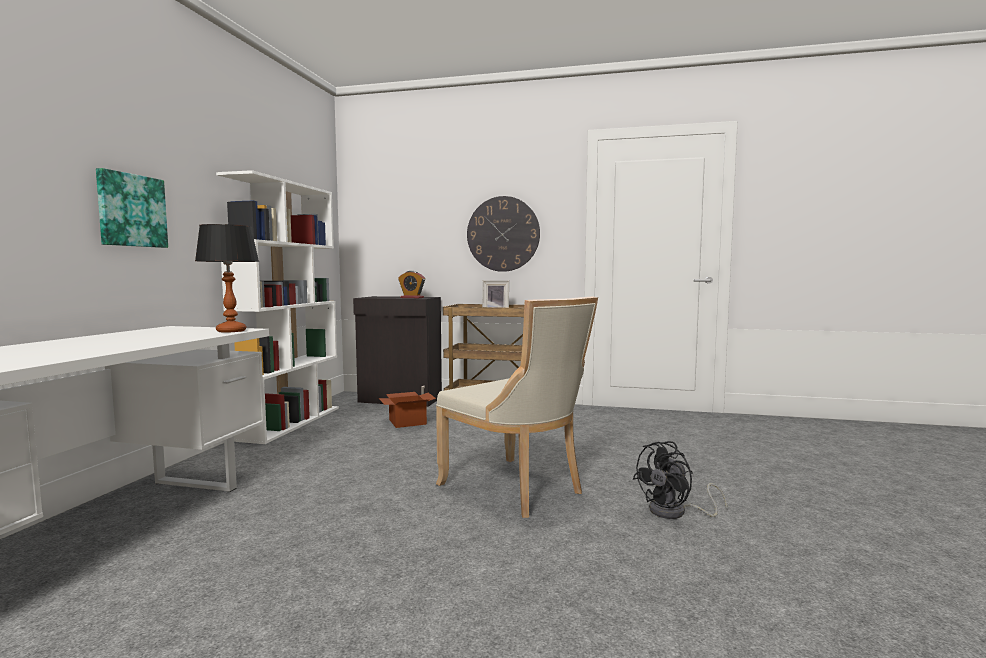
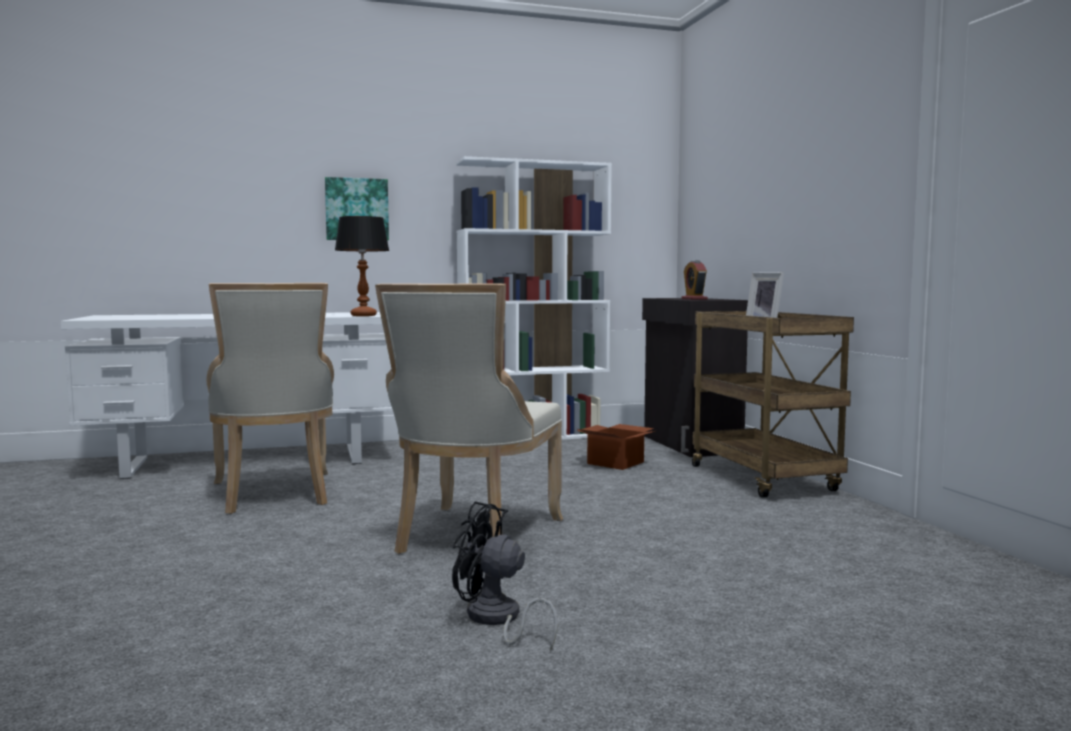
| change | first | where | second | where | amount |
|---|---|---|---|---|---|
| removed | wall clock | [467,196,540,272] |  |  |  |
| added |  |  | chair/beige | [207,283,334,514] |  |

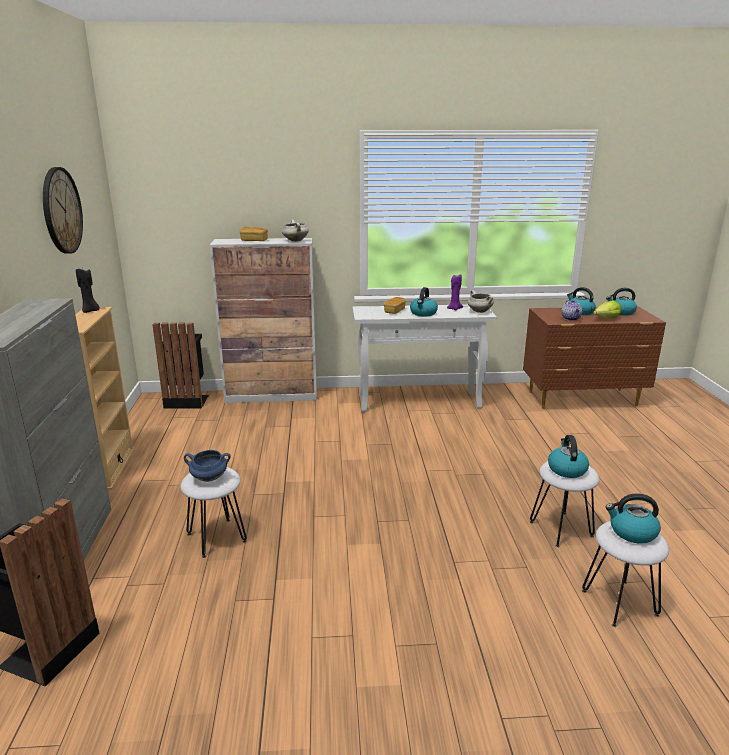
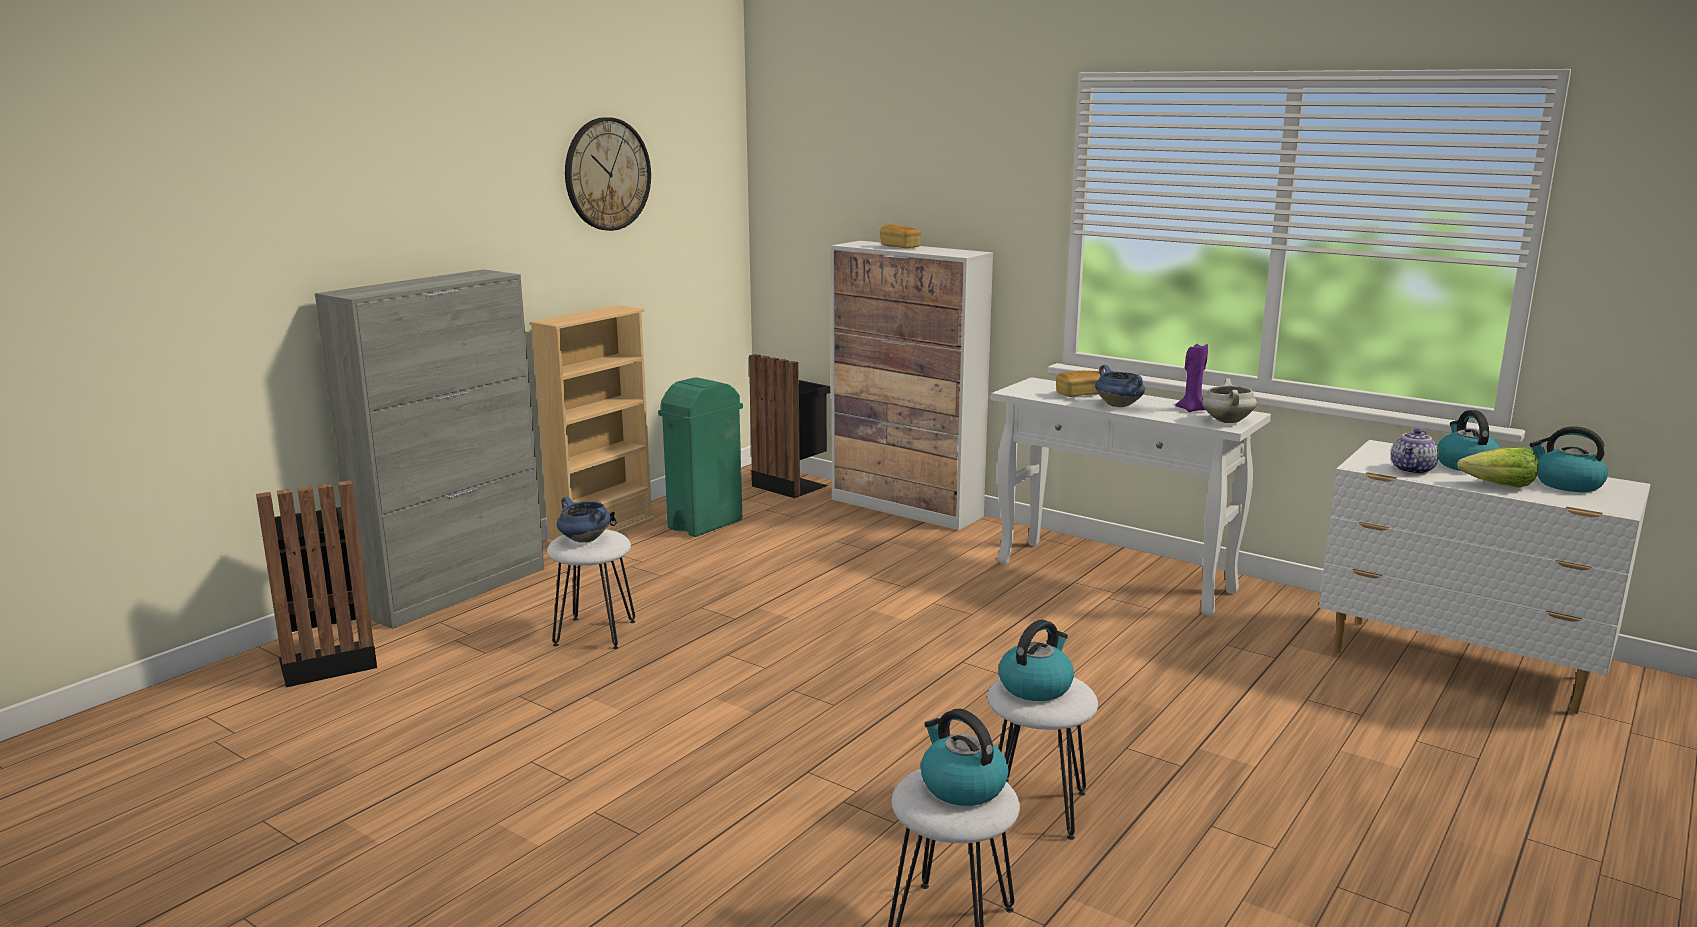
| change | first | where | second | where | amount |
|---|---|---|---|---|---|
| removed | candle/black | [76,267,100,313] |  |  |  |
| removed | cooking pot/white | [282,219,309,242] |  |  |  |
| added |  |  | trash can/green | [658,377,743,537] |  |
| replaced | kettle | [410,287,438,317] | cooking pot/blue | [1095,365,1145,407] |  |
| recoloured | dresser/brown | [523,306,666,409] | dresser/white | [1319,440,1651,714] |  |

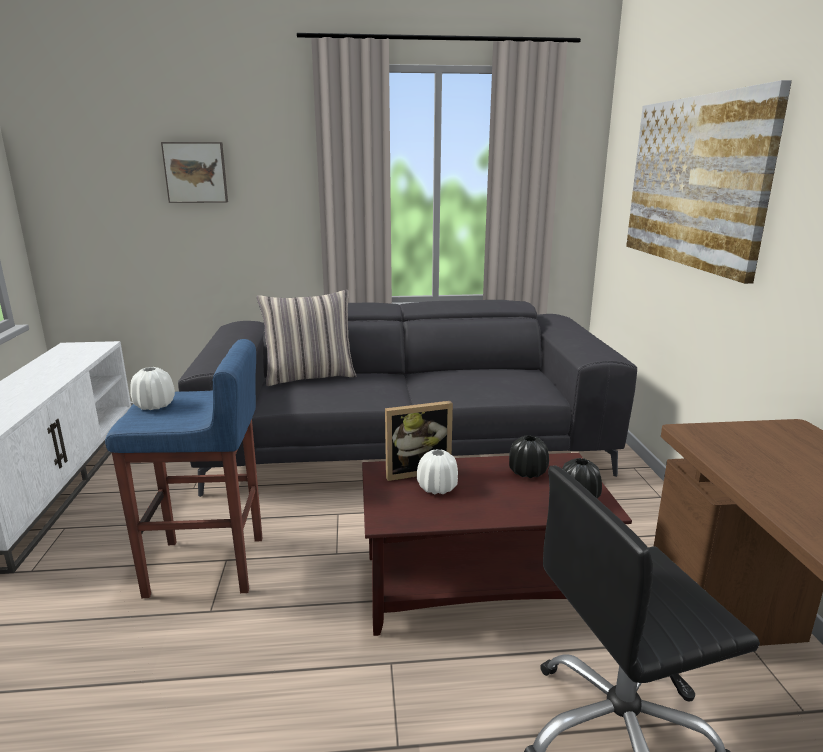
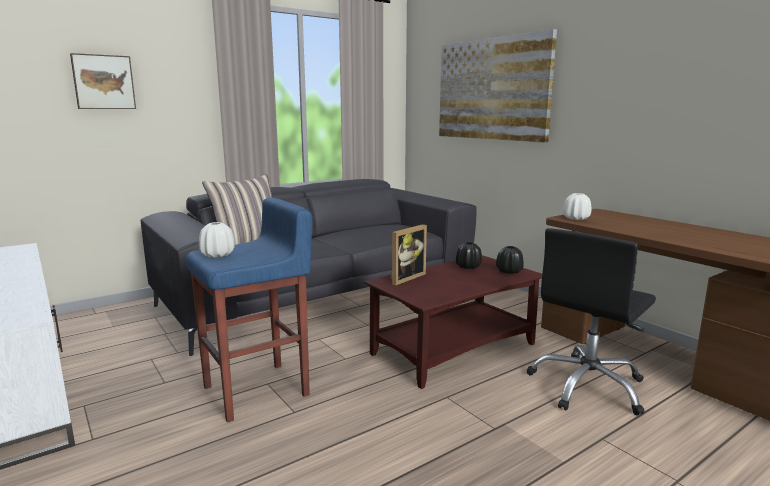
| change | first | where | second | where | amount |
|---|---|---|---|---|---|
| moved | vase/white | [417,449,458,494] |  | [563,193,591,220] |  |

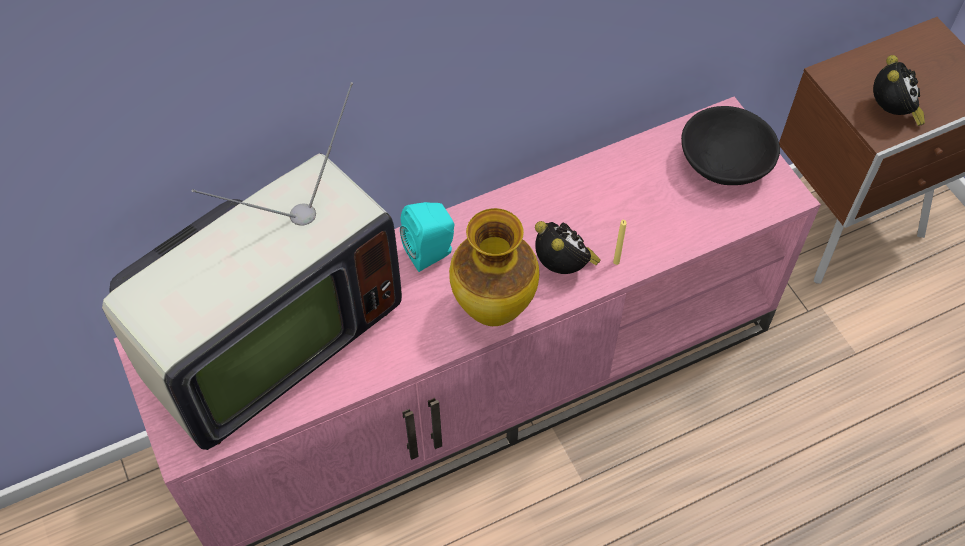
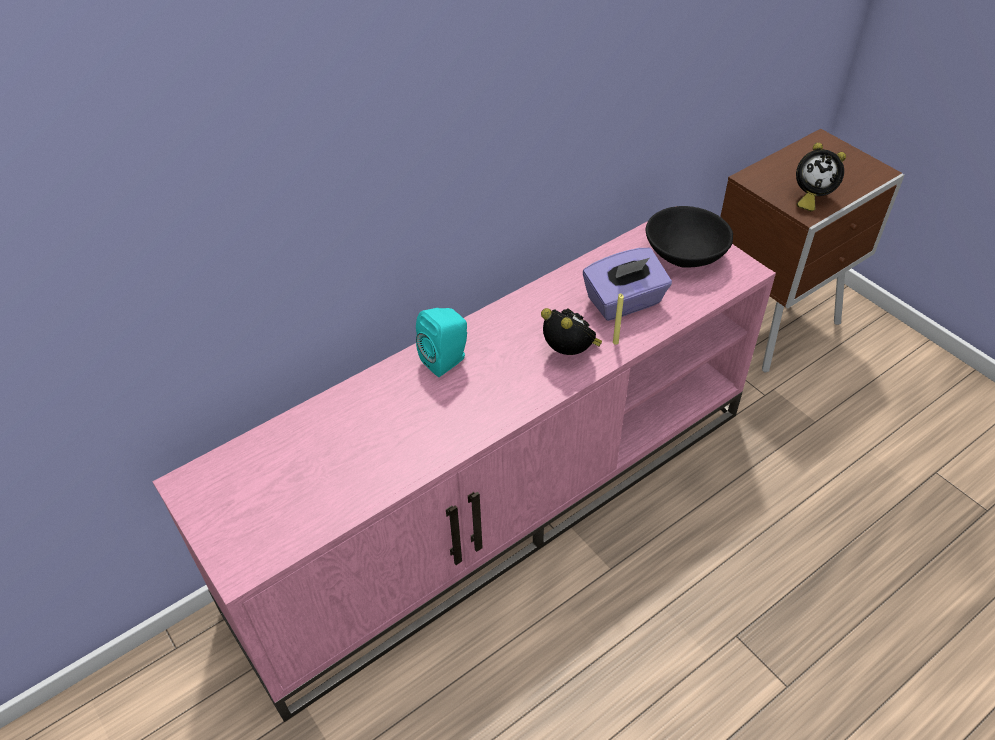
| change | first | where | second | where | amount |
|---|---|---|---|---|---|
| removed | television | [102,82,402,450] |  |  |  |
| removed | vase | [449,208,539,326] |  |  |  |
| added |  |  | tissue box/purple | [583,248,672,321] |  |
| turned | alarm clock | [873,55,925,126] |  | [796,143,846,211] | 105 degrees clockwise |

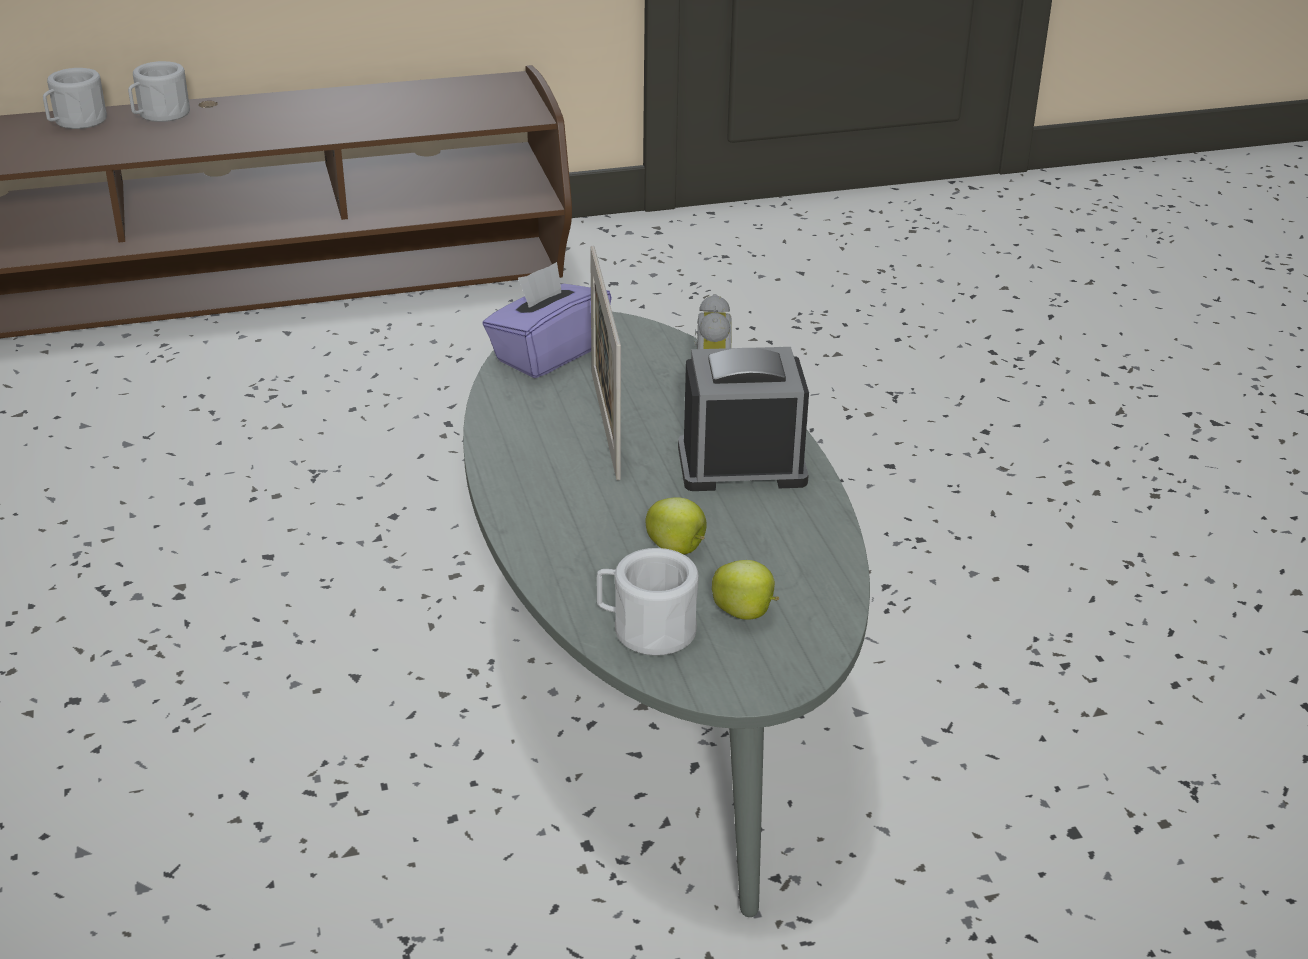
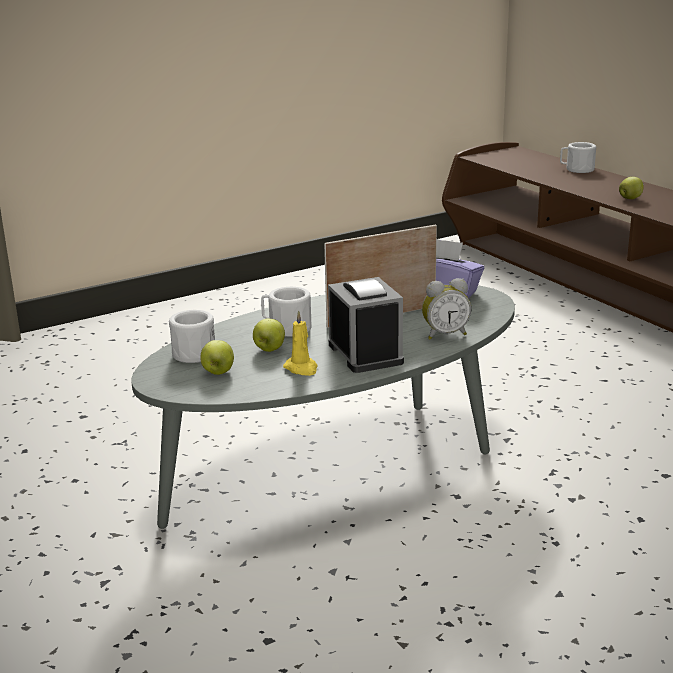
| change | first | where | second | where | amount |
|---|---|---|---|---|---|
| added |  |  | candle/yellow | [283,310,318,376] |  |
| added |  |  | apple | [619,177,643,199] |  |
| moved | mug/white | [128,61,190,122] |  | [261,287,312,337] |  |

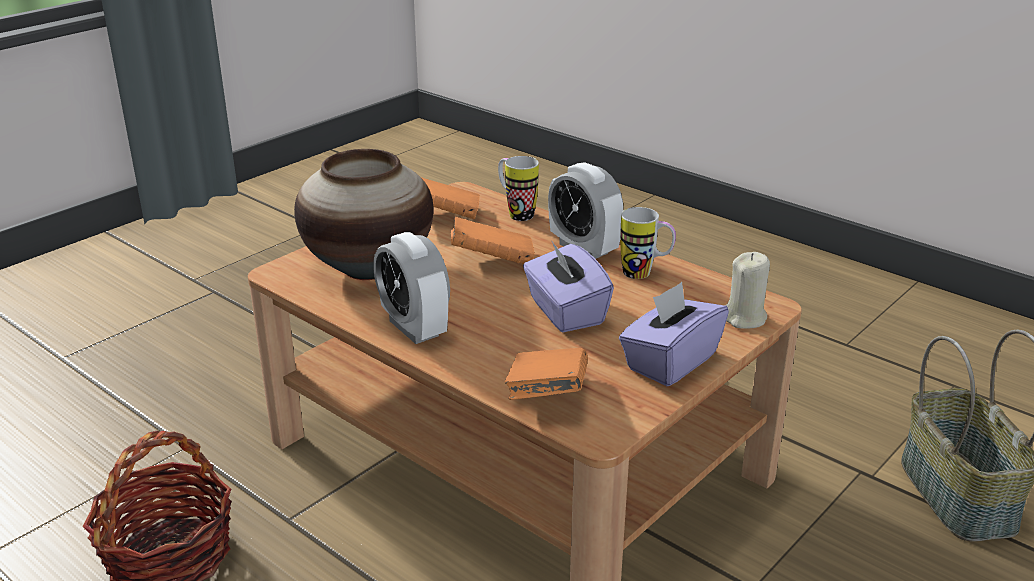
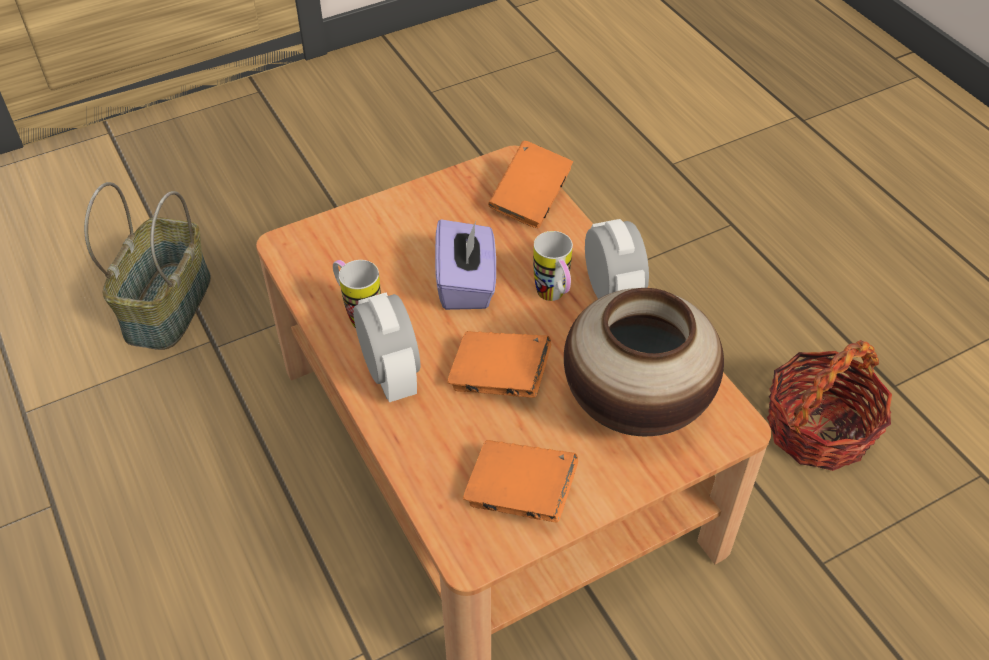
| change | first | where | second | where | amount |
|---|---|---|---|---|---|
| removed | tissue box/purple | [619,282,729,386] |  |  |  |
| removed | candle/beige | [726,252,770,329] |  |  |  |
| moved | mug | [498,156,539,221] |  | [533,231,573,301] |  |

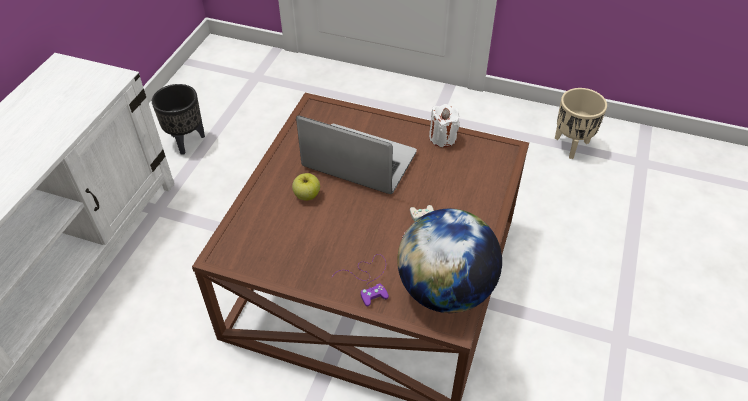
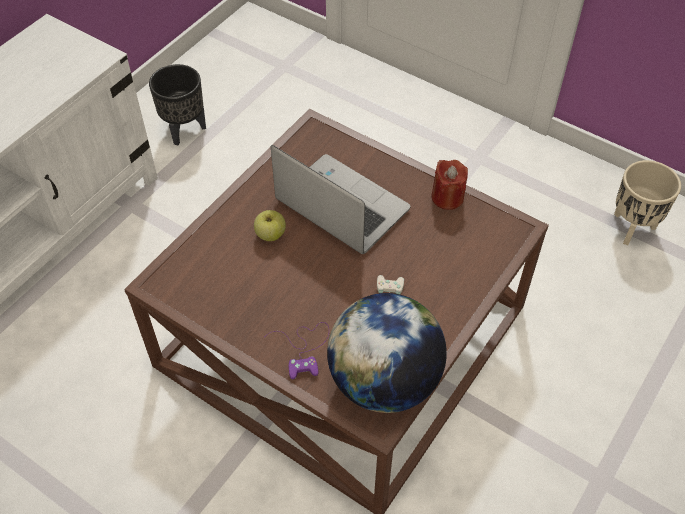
| change | first | where | second | where | amount |
|---|---|---|---|---|---|
| recoloured | candle/white | [429,104,460,147] | candle/red | [431,160,468,210] |  |

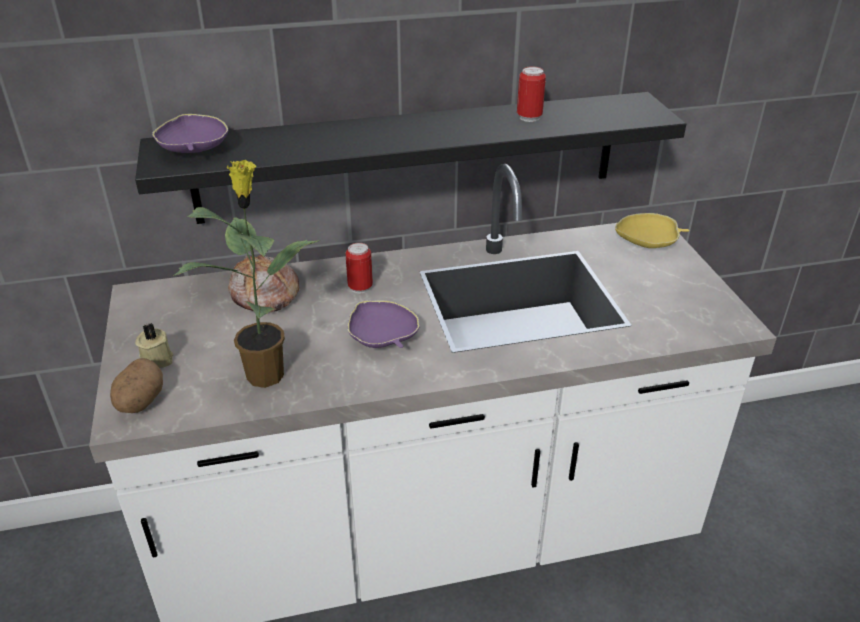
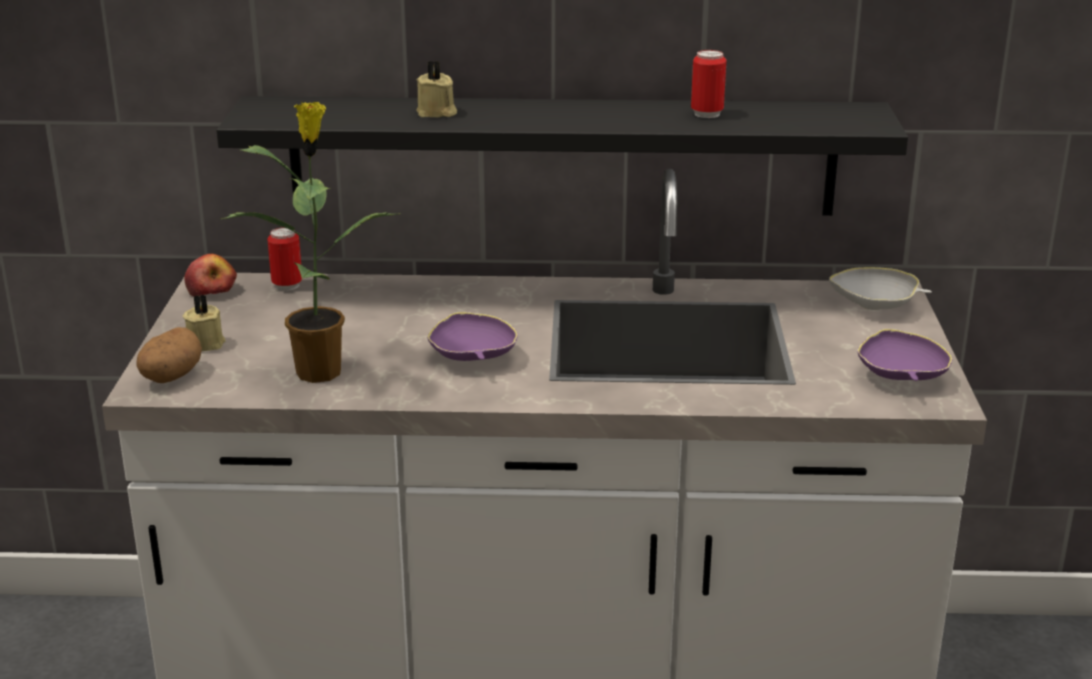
| change | first | where | second | where | amount |
|---|---|---|---|---|---|
| removed | bread | [228,255,299,312] |  |  |  |
| added |  |  | apple | [184,254,237,296] |  |
| added |  |  | candle/beige | [417,61,457,117] |  |
| moved | bowl/purple | [152,114,228,153] |  | [857,329,953,381] |  |
| moved | can | [346,243,373,294] |  | [267,227,303,291] |  |
| recoloured | bowl/yellow | [615,213,690,248] | bowl/white | [829,267,932,310] |  |

